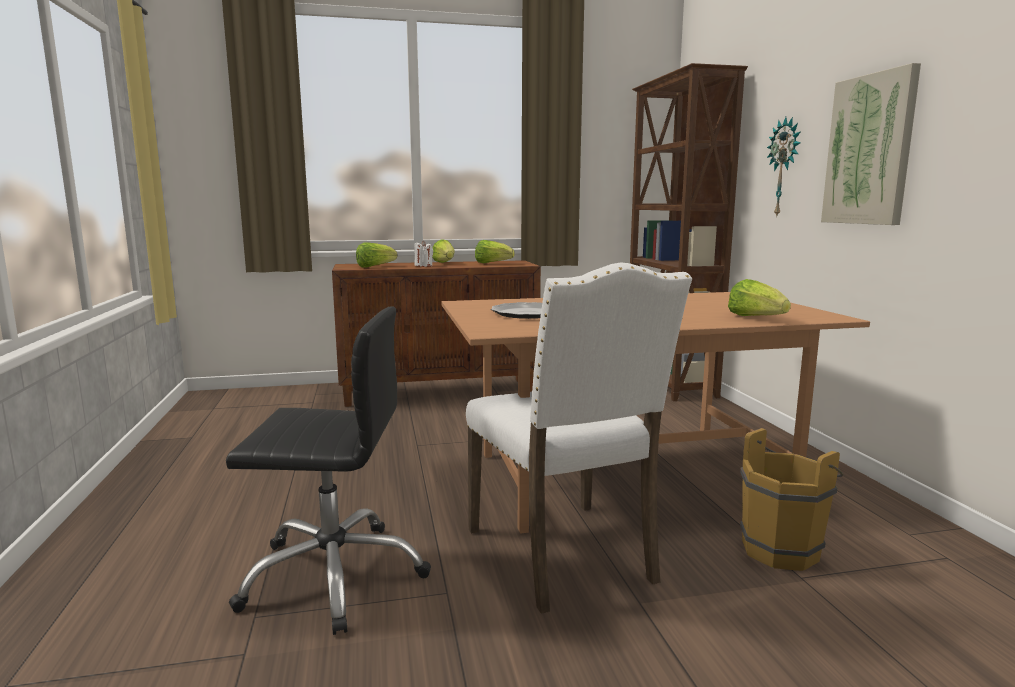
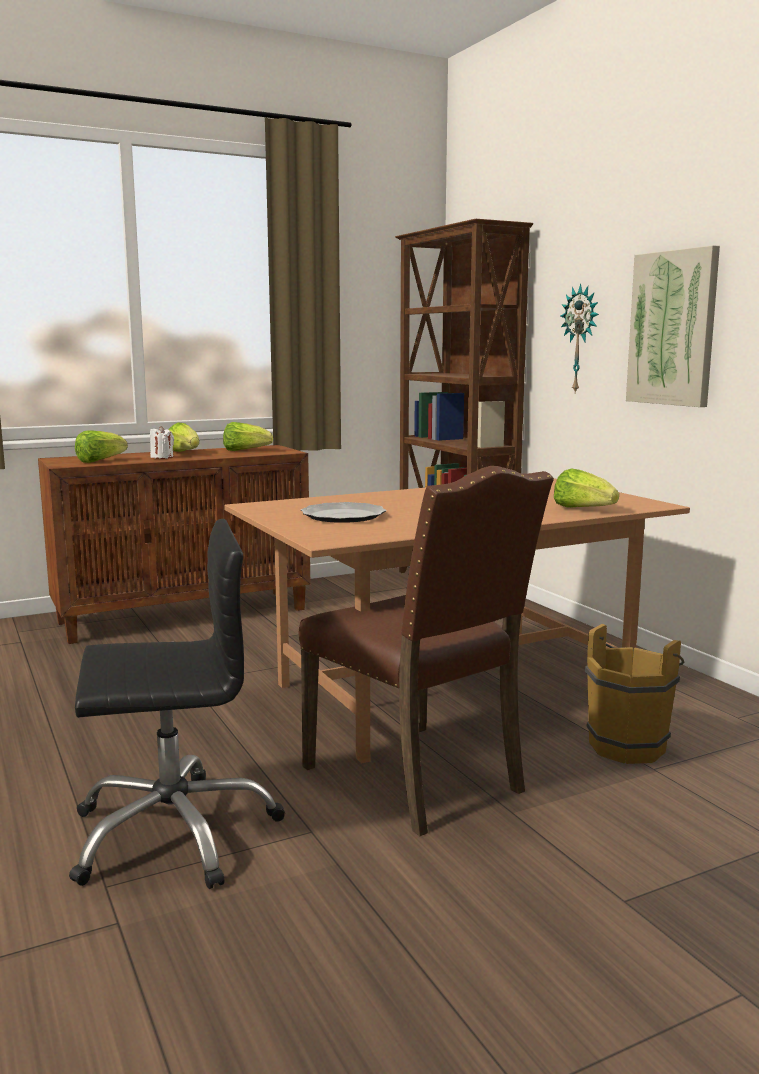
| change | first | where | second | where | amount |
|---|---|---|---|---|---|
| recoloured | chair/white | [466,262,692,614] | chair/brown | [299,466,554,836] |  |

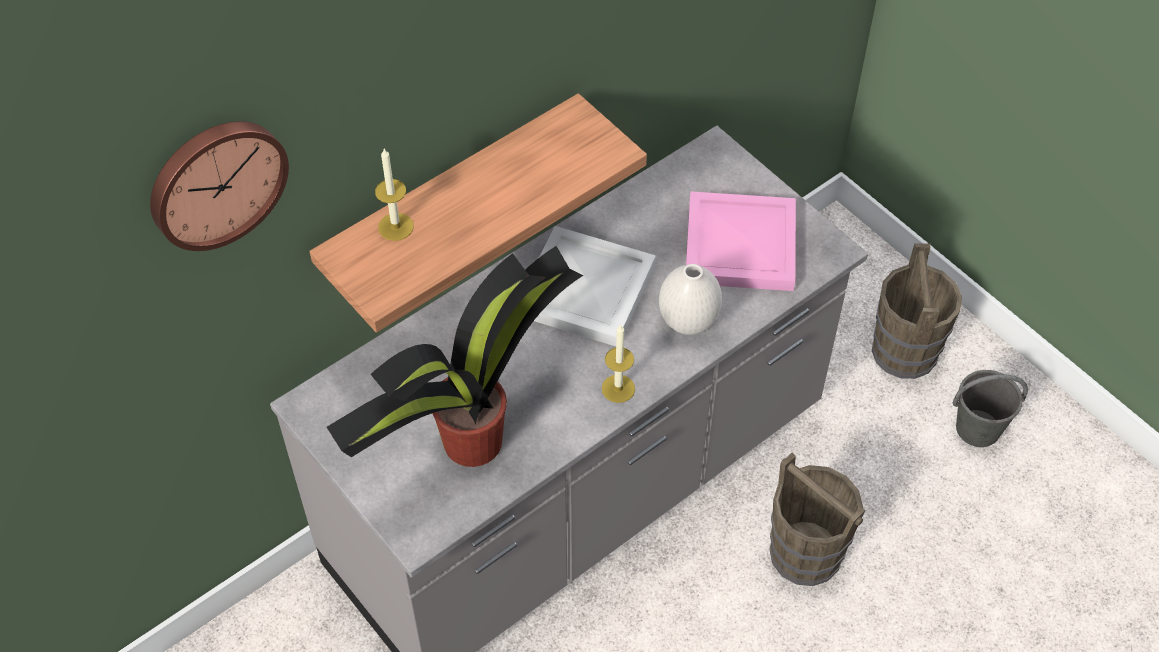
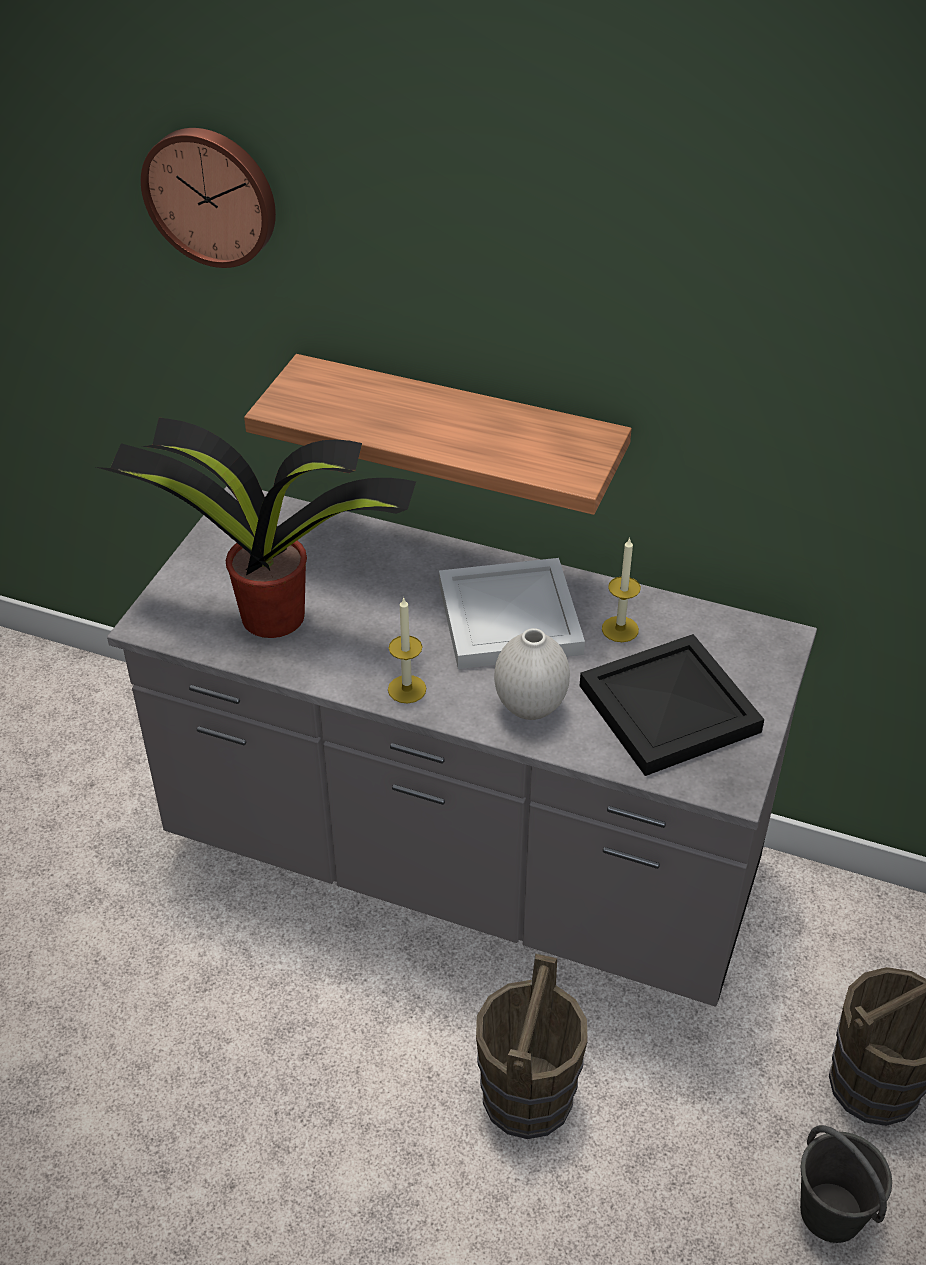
| change | first | where | second | where | amount |
|---|---|---|---|---|---|
| moved | candle | [375,149,414,241] |  | [602,537,641,642] |  |
| recoloured | tray/pink | [686,191,796,291] | tray/black | [580,634,764,776] |  |

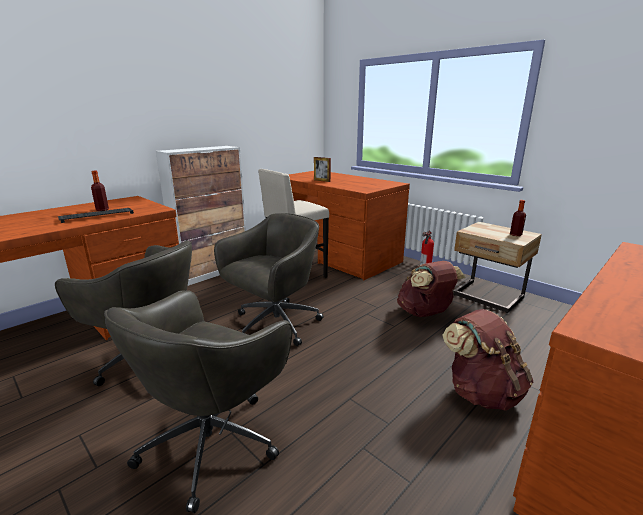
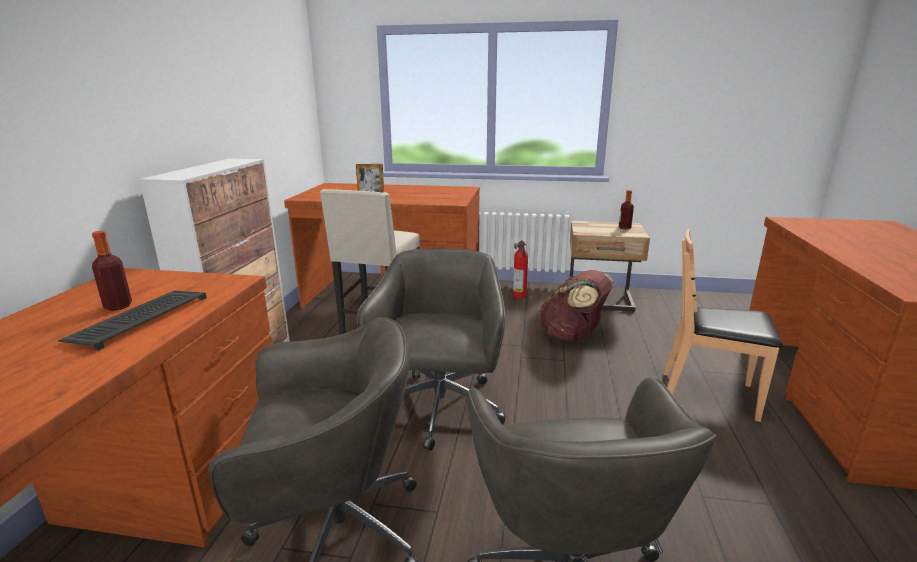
| change | first | where | second | where | amount |
|---|---|---|---|---|---|
| replaced | backpack/brown | [442,309,533,411] | chair/brown | [663,229,783,422] |  |

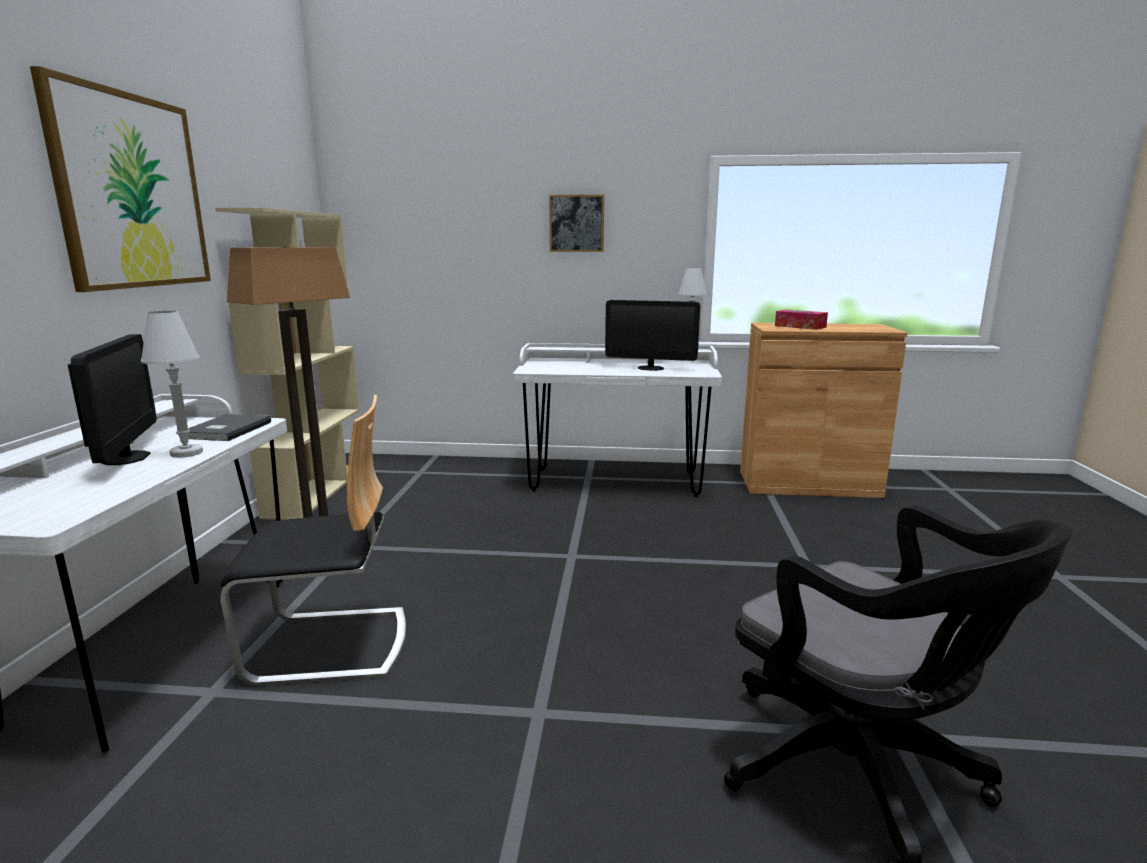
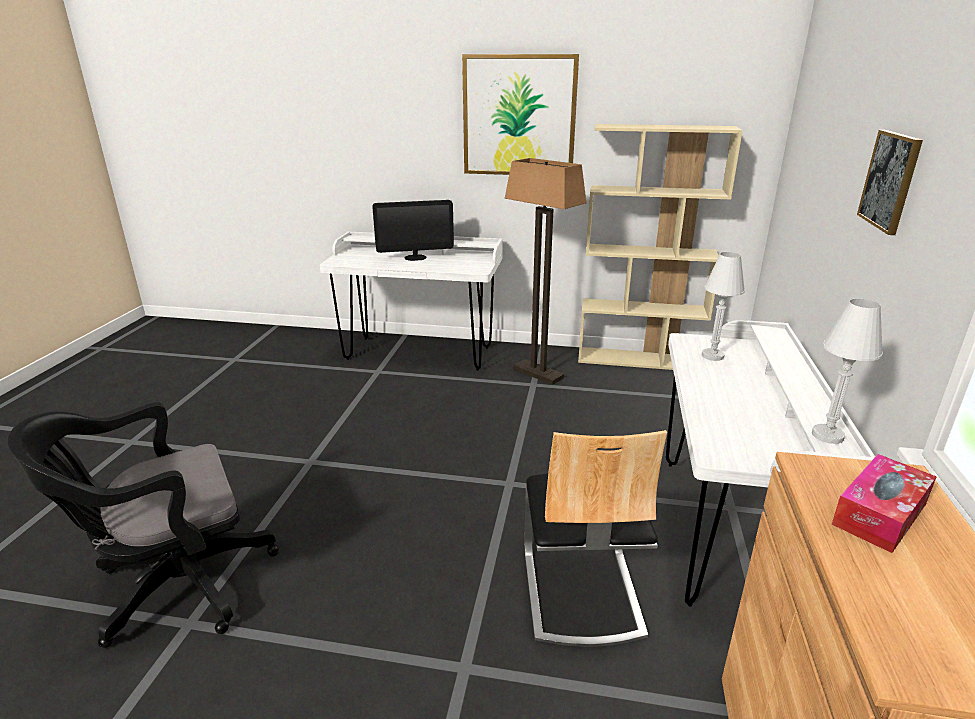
| change | first | where | second | where | amount |
|---|---|---|---|---|---|
| removed | book/grey | [188,414,271,441] |  |  |  |
| removed | monitor | [605,300,700,371] |  |  |  |
| moved | table lamp/white | [141,311,203,458] |  | [702,252,745,361] |  |
| moved | chair | [220,395,406,686] |  | [524,430,667,647] |  |

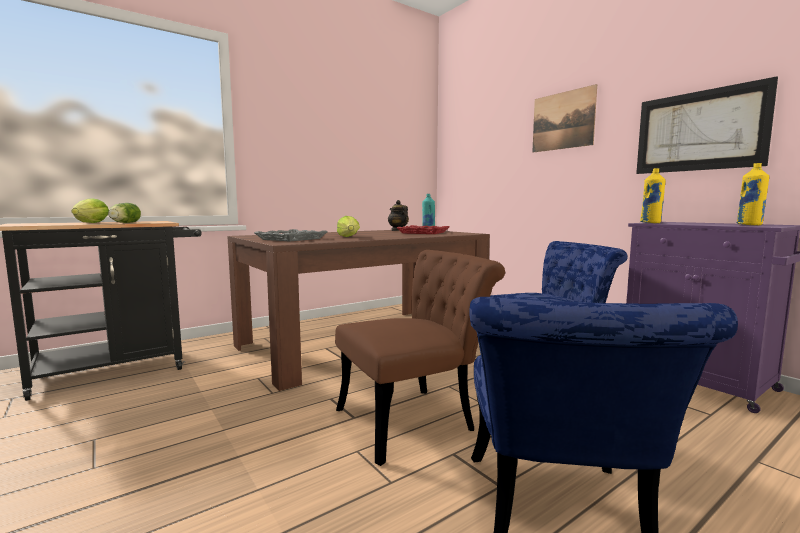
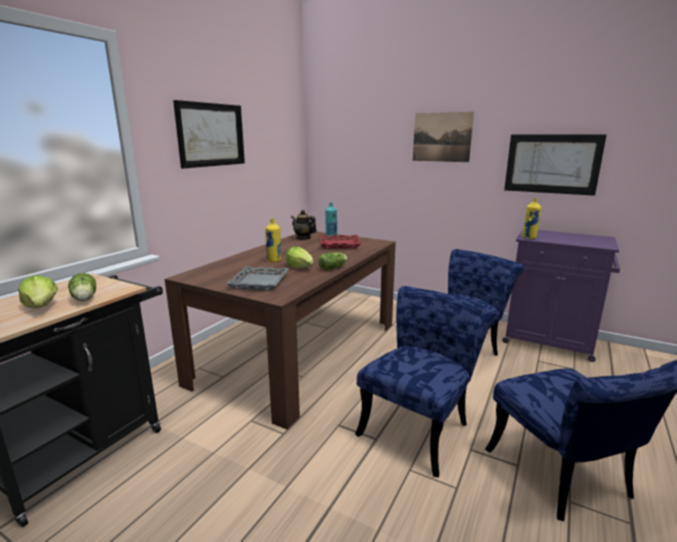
| change | first | where | second | where | amount |
|---|---|---|---|---|---|
| added |  |  | picture | [173,100,245,169] |  |
| added |  |  | lettuce | [319,252,348,271] |  |
| moved | bottle/yellow | [736,163,769,225] |  | [266,218,281,262] |  |
| recoloured | chair/brown | [335,250,505,466] | chair/blue | [355,286,498,478] |  |

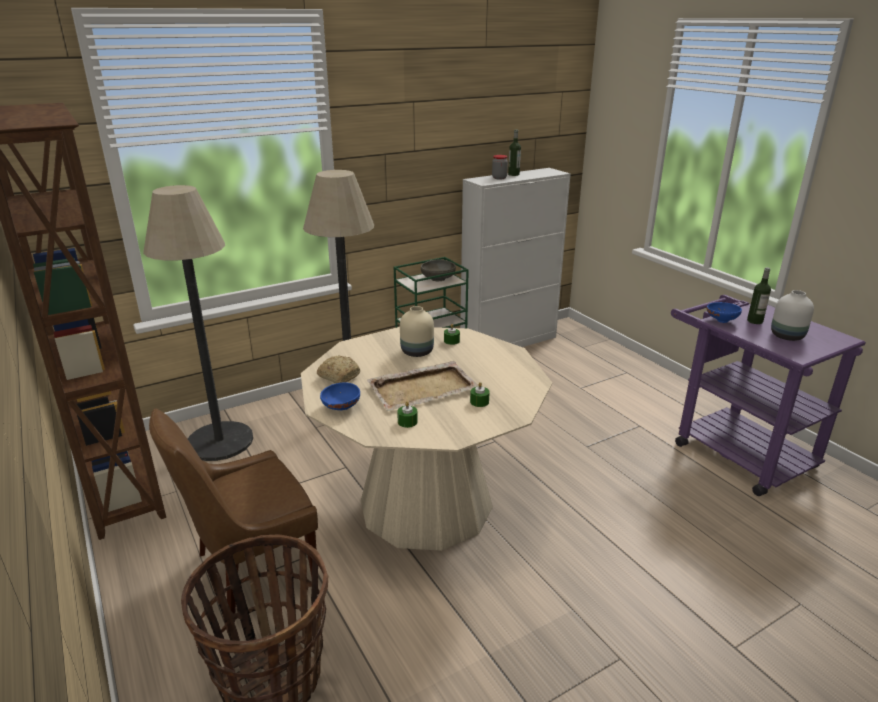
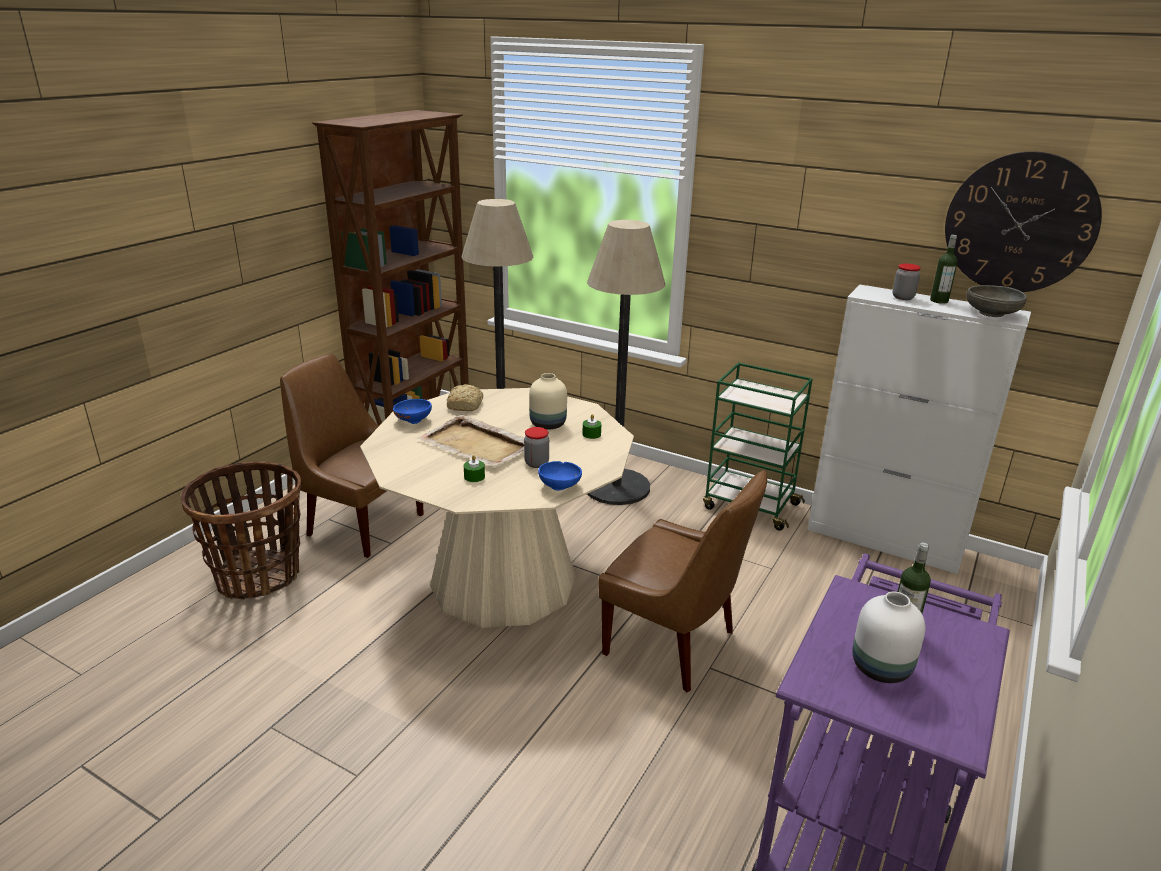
| change | first | where | second | where | amount |
|---|---|---|---|---|---|
| removed | candle/green | [397,402,418,428] |  |  |  |
| added |  |  | jar | [524,427,549,468] |  |
| added |  |  | chair/brown | [598,470,767,692] |  |
| added |  |  | wall clock | [945,151,1102,292] |  |
| moved | bowl/grey | [421,260,456,281] |  | [966,285,1027,317] |  |
| moved | bowl/blue | [707,302,742,323] |  | [538,461,582,491] |  |

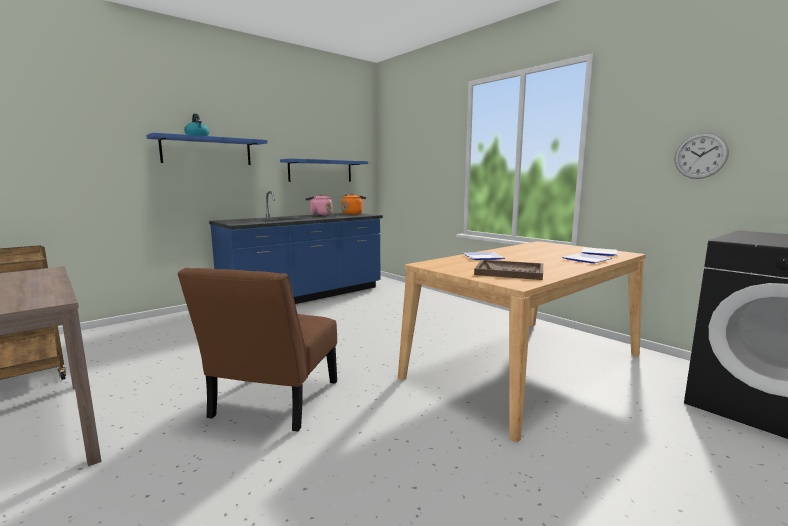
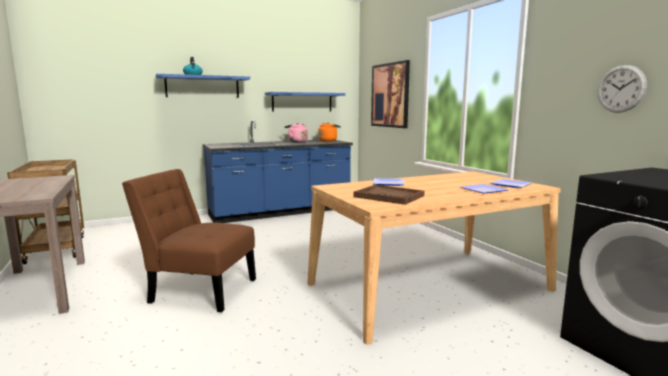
| change | first | where | second | where | amount |
|---|---|---|---|---|---|
| added |  |  | picture | [371,60,410,128] |  |
| turned | chair/brown | [177,268,337,431] |  | [122,169,256,312] | 75 degrees clockwise |

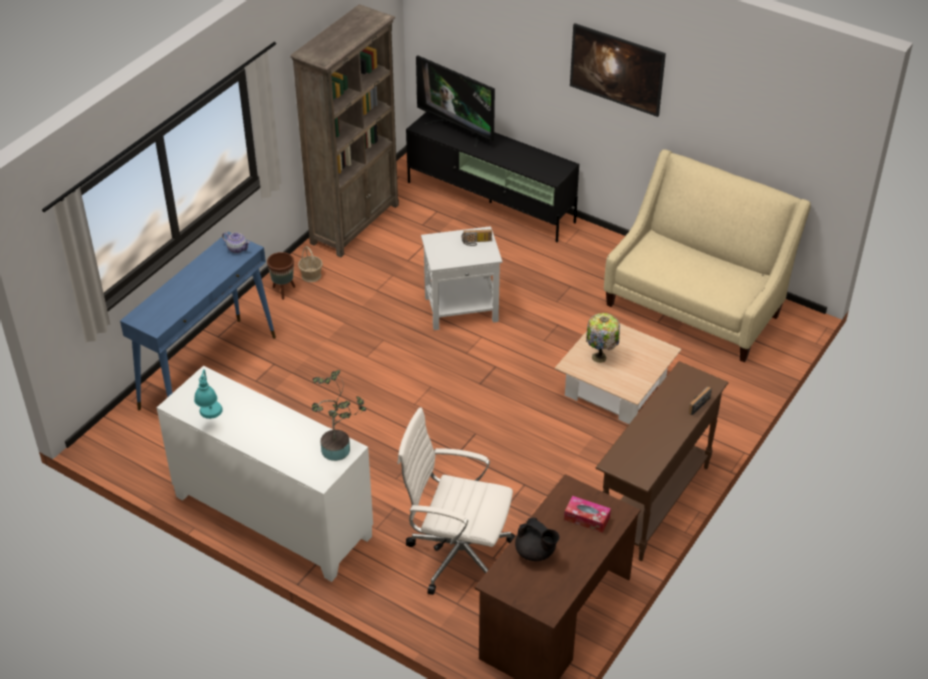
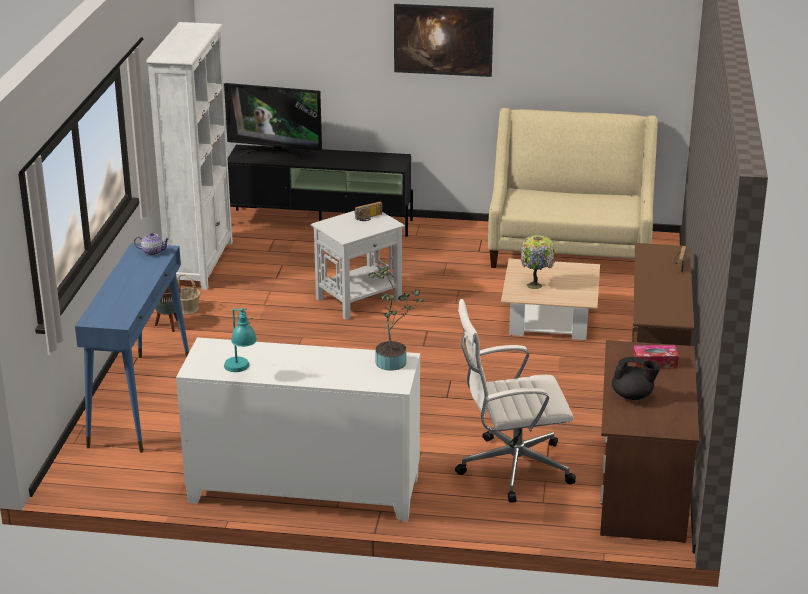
| change | first | where | second | where | amount |
|---|---|---|---|---|---|
| recoloured | bookcase/brown | [290,4,399,257] | bookcase/white | [146,22,233,290] |  |

